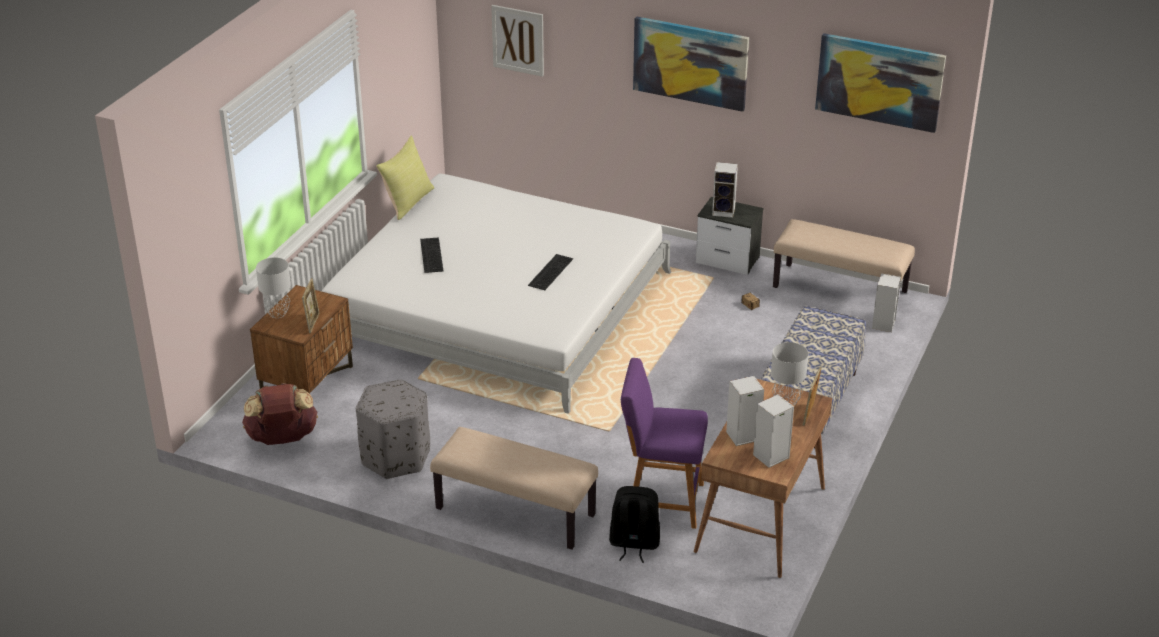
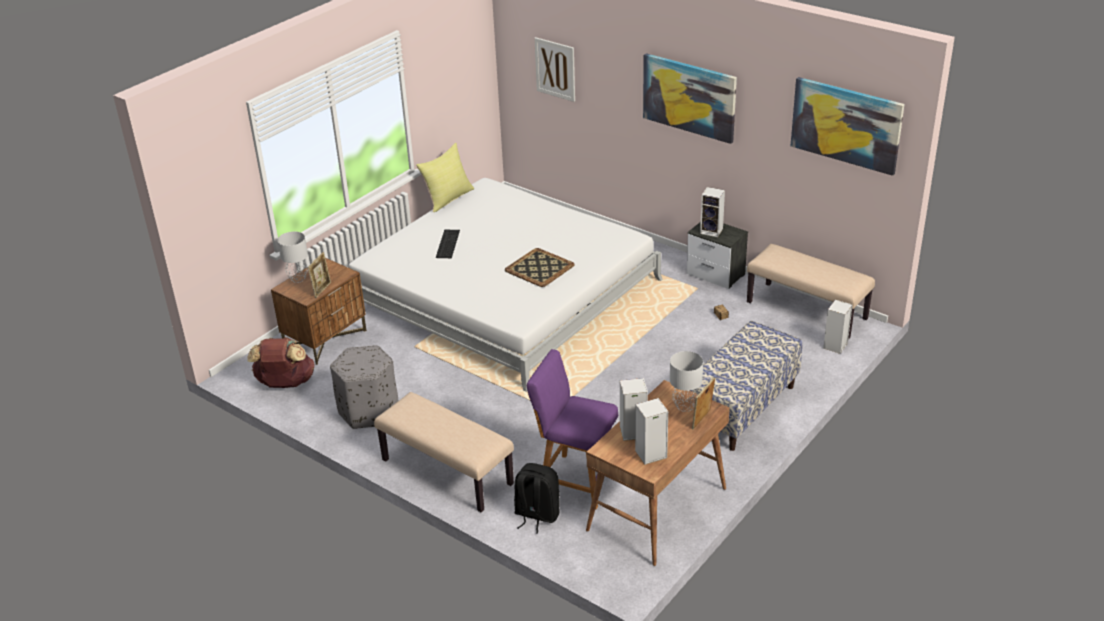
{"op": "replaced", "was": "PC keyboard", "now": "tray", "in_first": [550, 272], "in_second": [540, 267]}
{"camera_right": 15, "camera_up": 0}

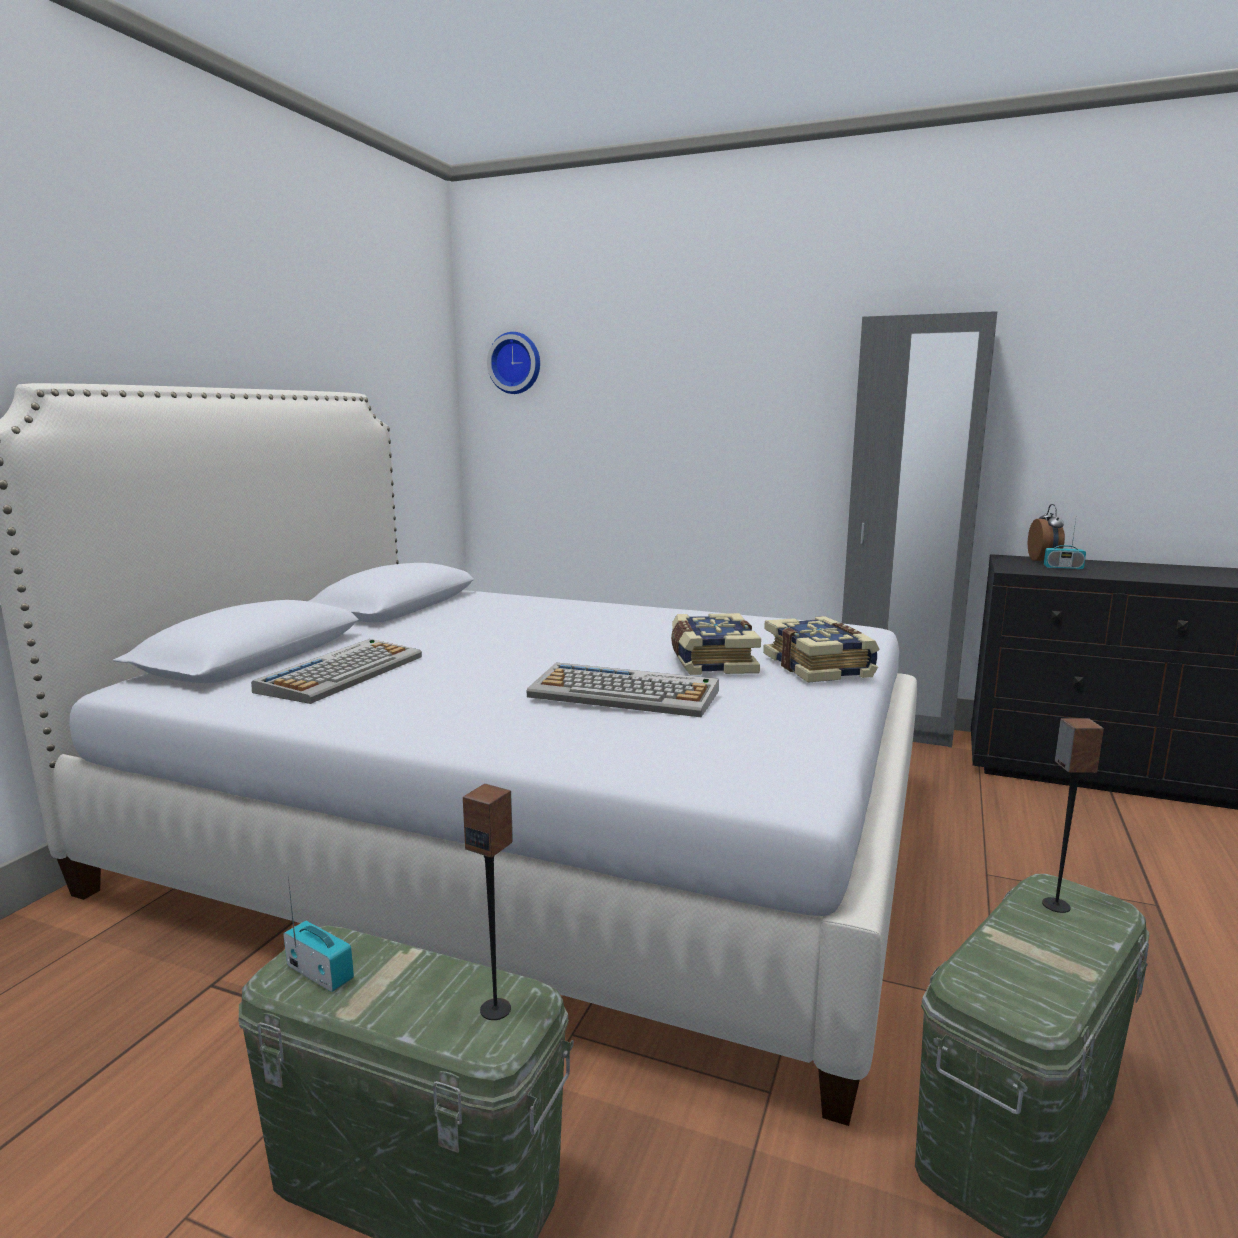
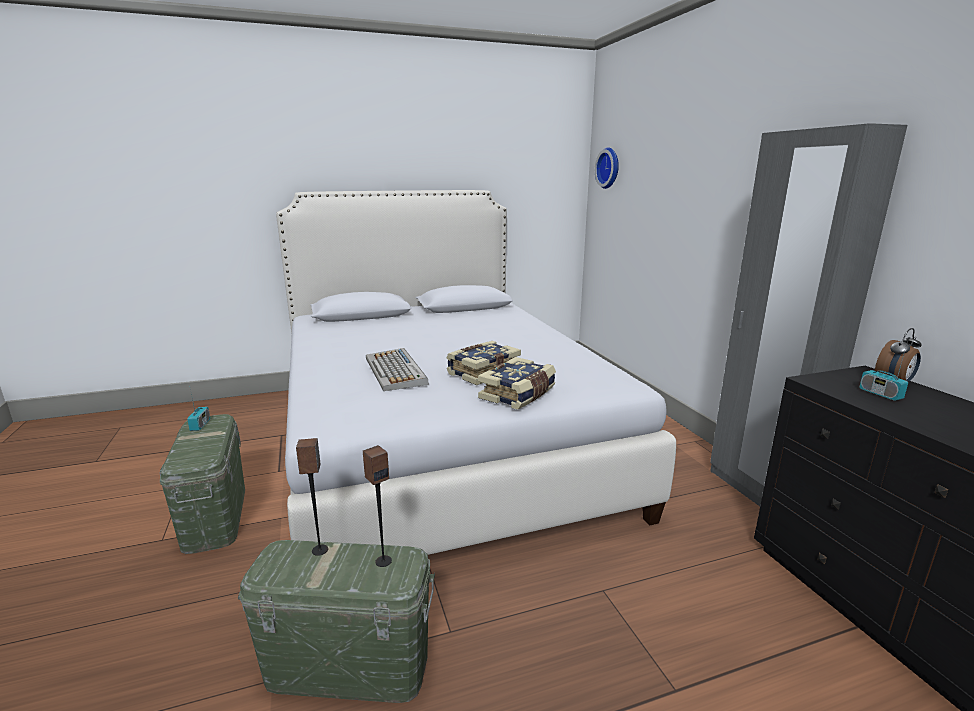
{"op": "removed", "was": "PC keyboard", "in_first": [336, 671]}
{"op": "moved", "was": "loudspeaker", "in_first": [488, 902], "in_second": [312, 497]}
{"camera_right": 50, "camera_up": 5}

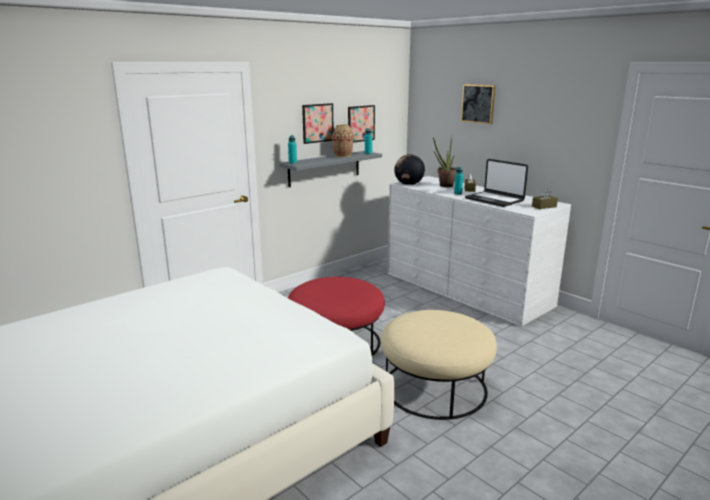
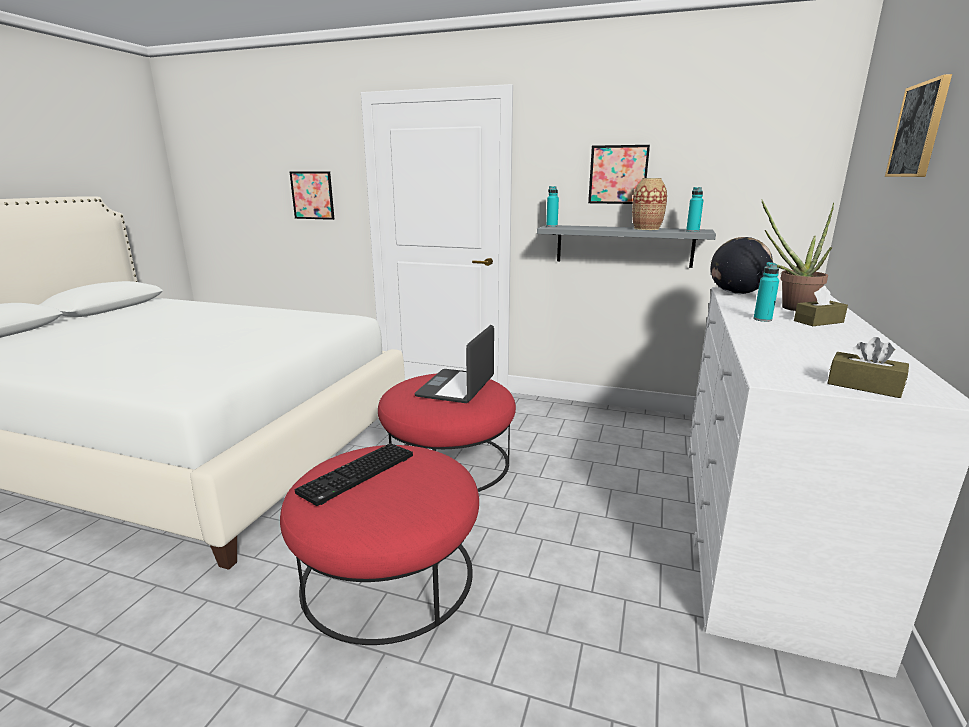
{"op": "moved", "was": "wall art", "in_first": [361, 124], "in_second": [312, 195]}
{"op": "recoloured", "was": "footrest (beige)", "now": "footrest (reddish)", "in_first": [439, 365], "in_second": [379, 545]}
{"op": "moved", "was": "laptop", "in_first": [496, 183], "in_second": [454, 364]}
{"op": "added", "now": "PC keyboard", "in_second": [354, 474]}
{"camera_right": 60, "camera_up": 0}

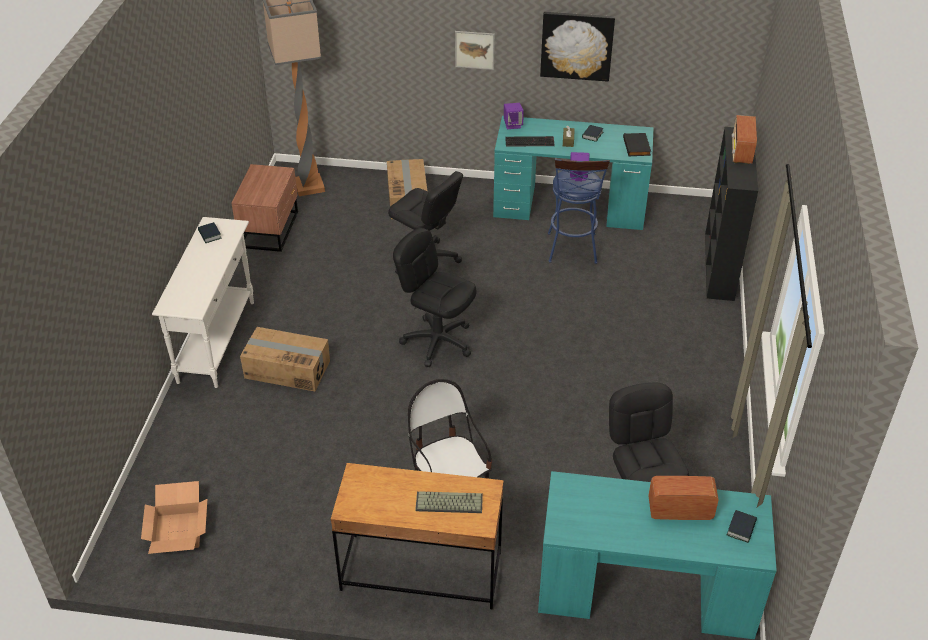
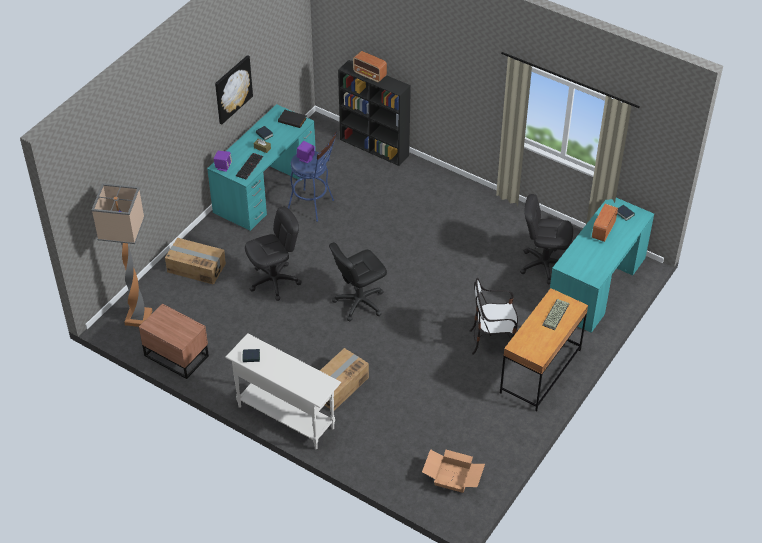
{"op": "removed", "was": "wall art", "in_first": [475, 50]}
{"camera_right": -65, "camera_up": 5}

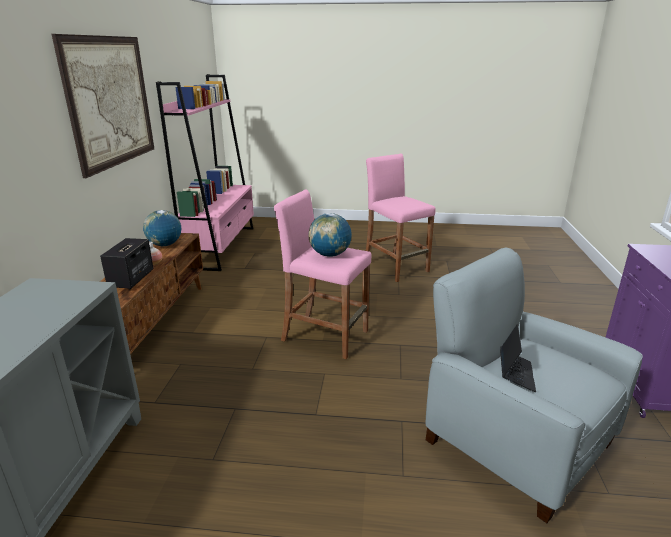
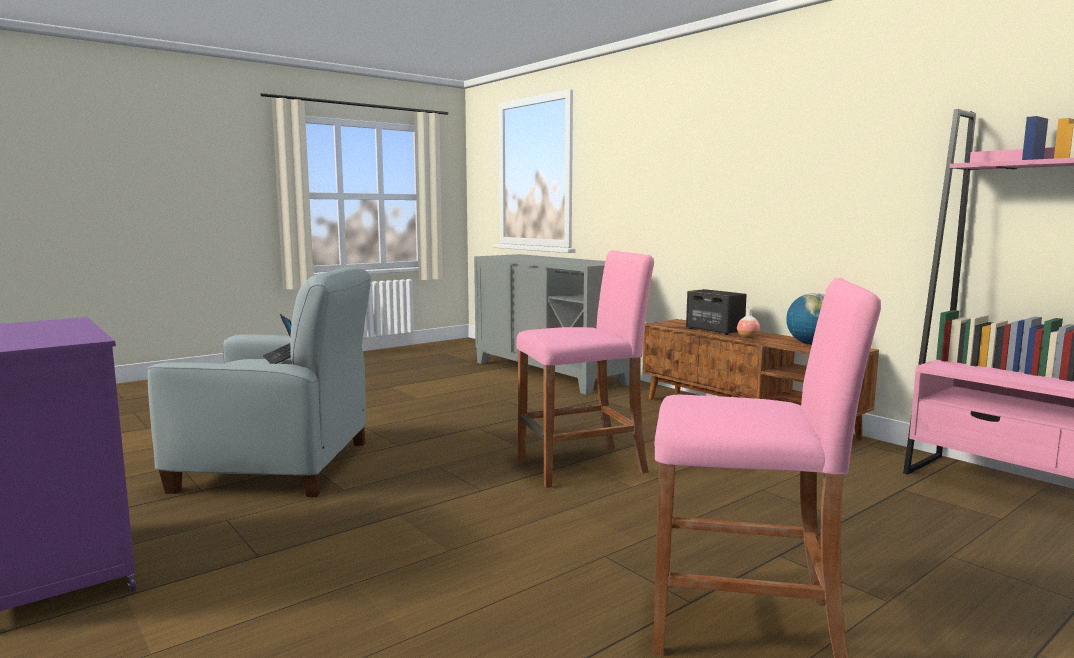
{"op": "removed", "was": "wall art", "in_first": [103, 106]}
{"op": "removed", "was": "world globe", "in_first": [330, 235]}
{"camera_right": 135, "camera_up": -15}

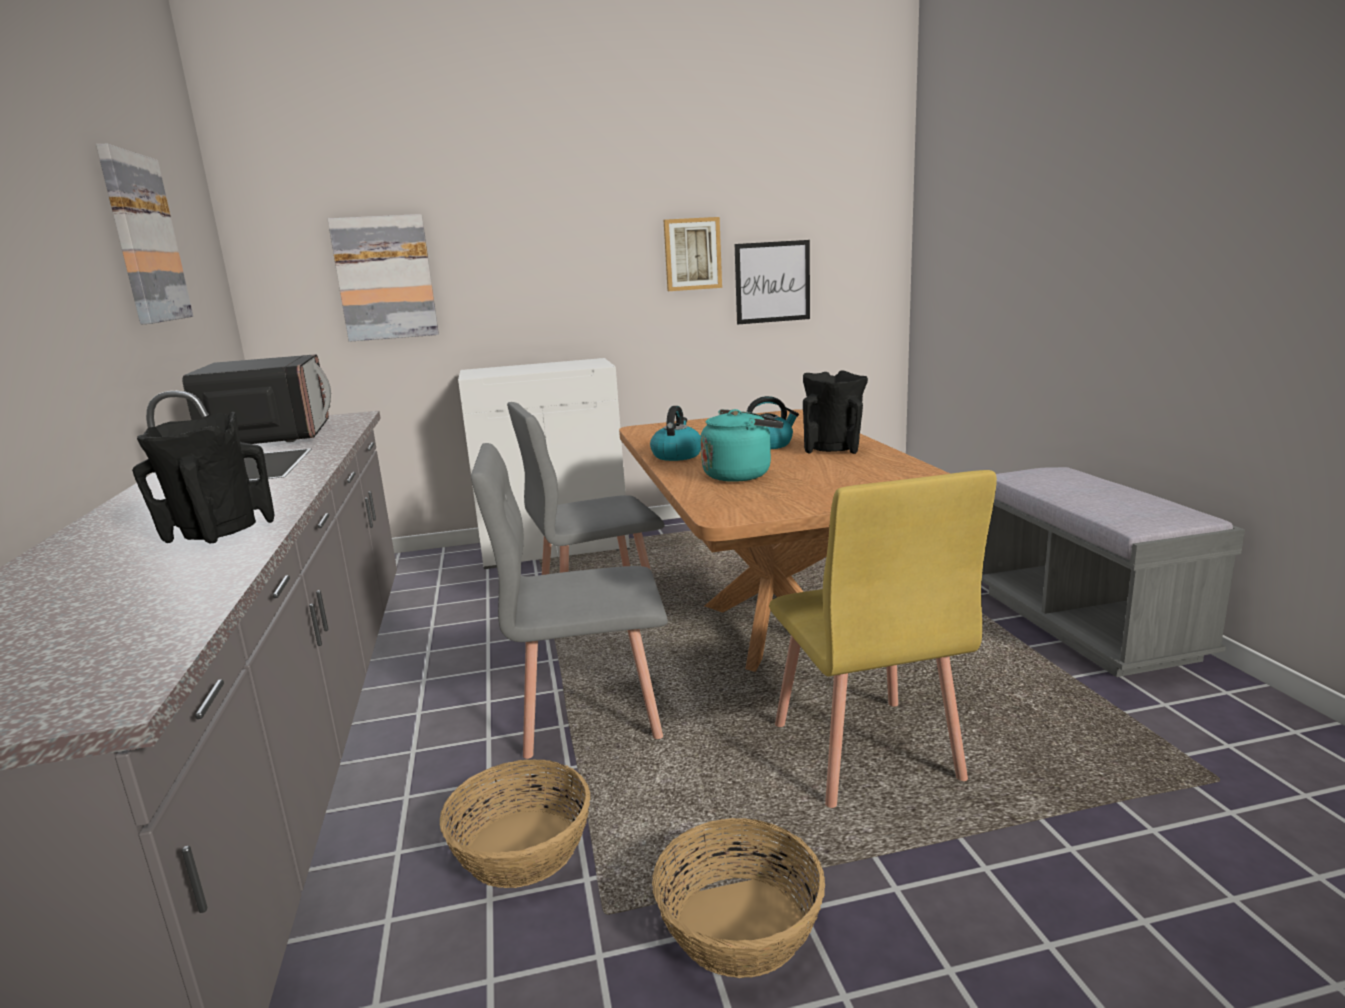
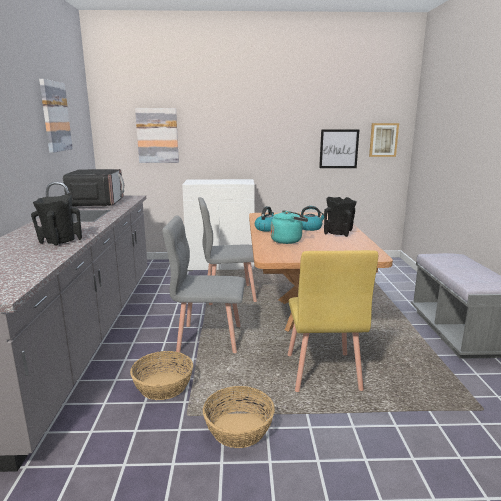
{"op": "moved", "was": "wall art", "in_first": [693, 254], "in_second": [384, 140]}
{"camera_right": 10, "camera_up": 0}

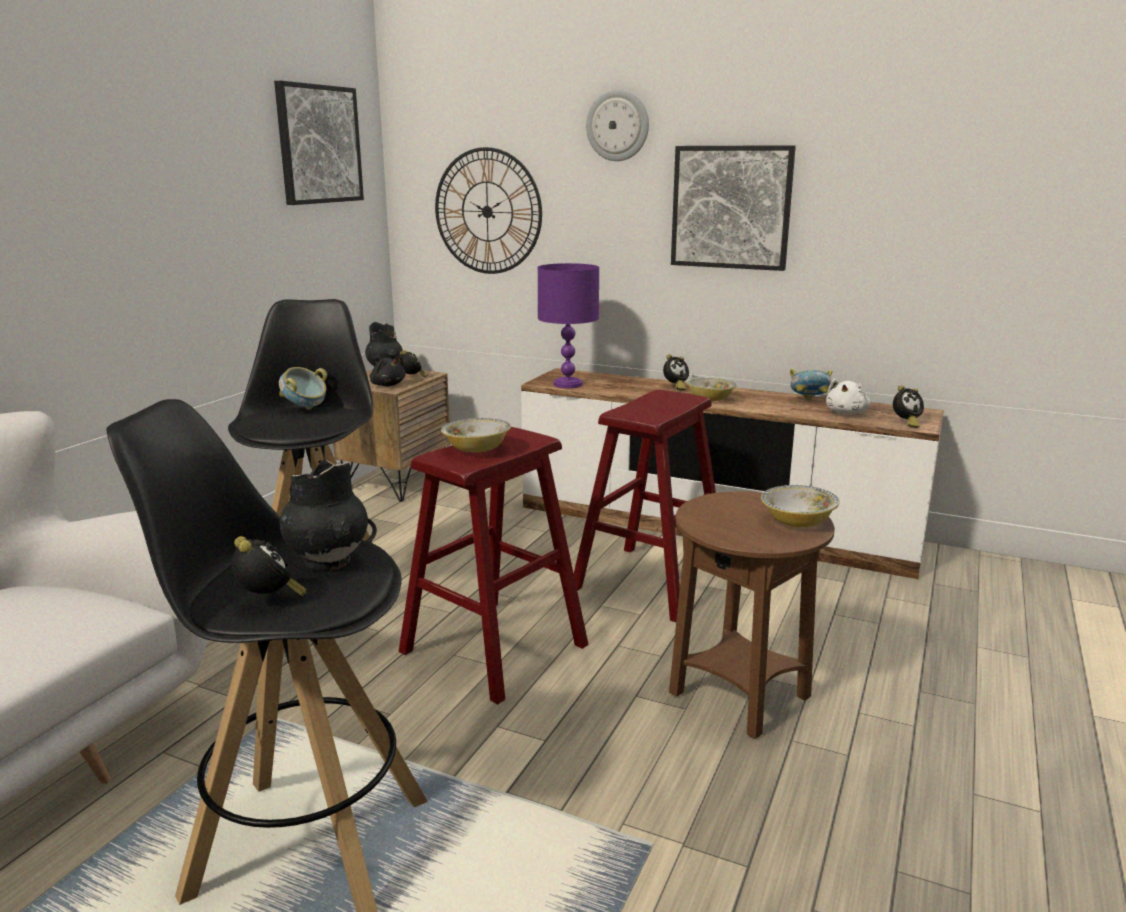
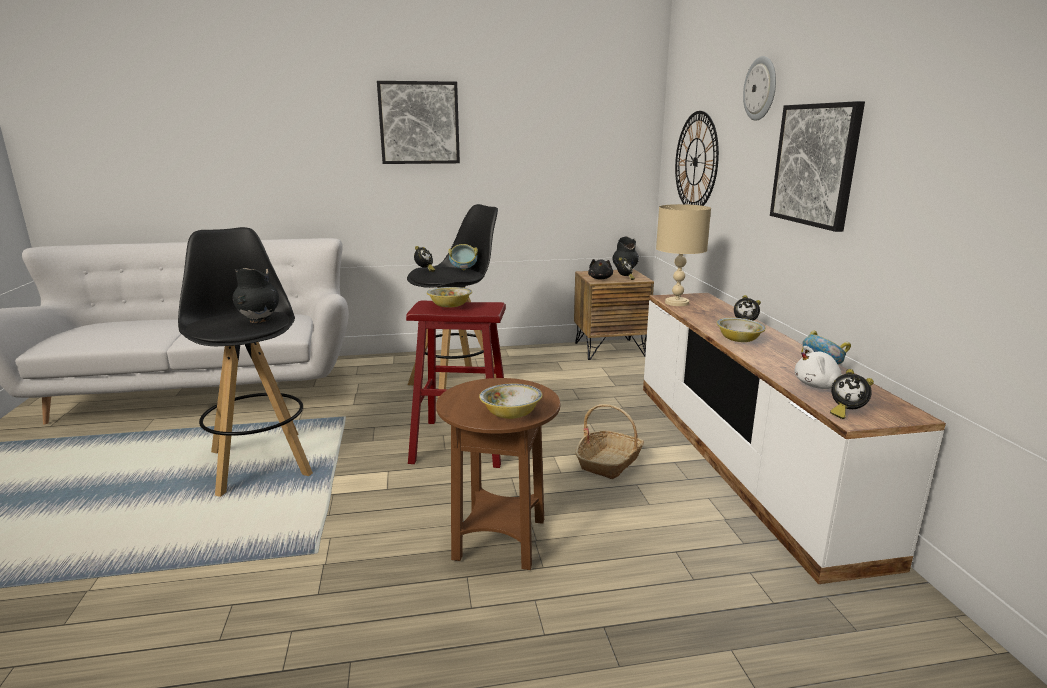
{"op": "moved", "was": "alarm clock", "in_first": [269, 566], "in_second": [424, 259]}
{"op": "moved", "was": "wall art", "in_first": [319, 143], "in_second": [418, 122]}
{"op": "recoloured", "was": "lamp for a table (purplish)", "now": "lamp for a table (beige)", "in_first": [568, 325], "in_second": [683, 255]}
{"op": "replaced", "was": "stool (reddish)", "now": "household basket", "in_first": [645, 506], "in_second": [609, 441]}
{"camera_right": 55, "camera_up": 0}

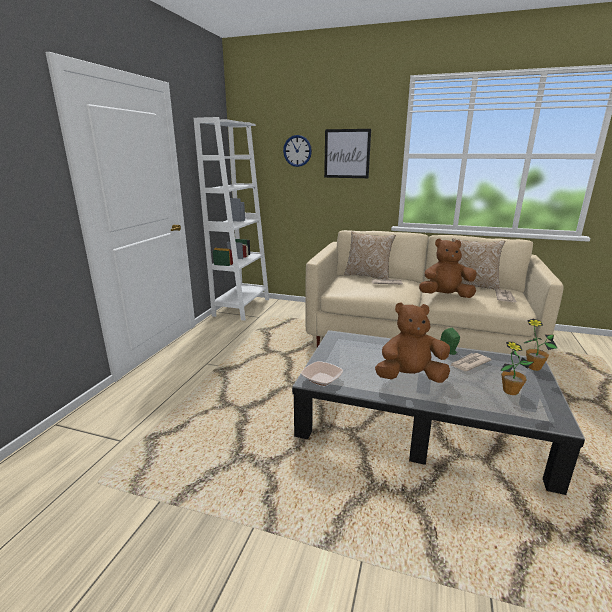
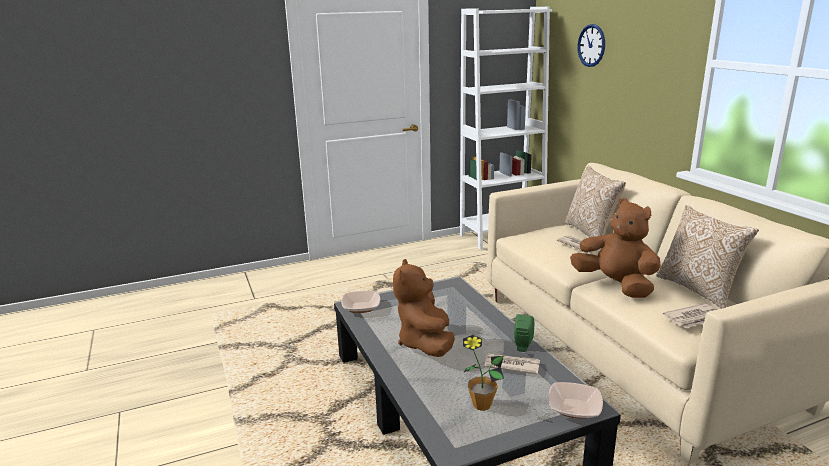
{"op": "removed", "was": "wall art", "in_first": [347, 153]}
{"op": "turned", "was": "soft toy (brownish)", "in_first": [412, 342], "in_second": [424, 308], "clockwise": -135}
{"op": "replaced", "was": "houseplant", "now": "bowl", "in_first": [540, 345], "in_second": [575, 400]}
{"camera_right": 50, "camera_up": 0}

